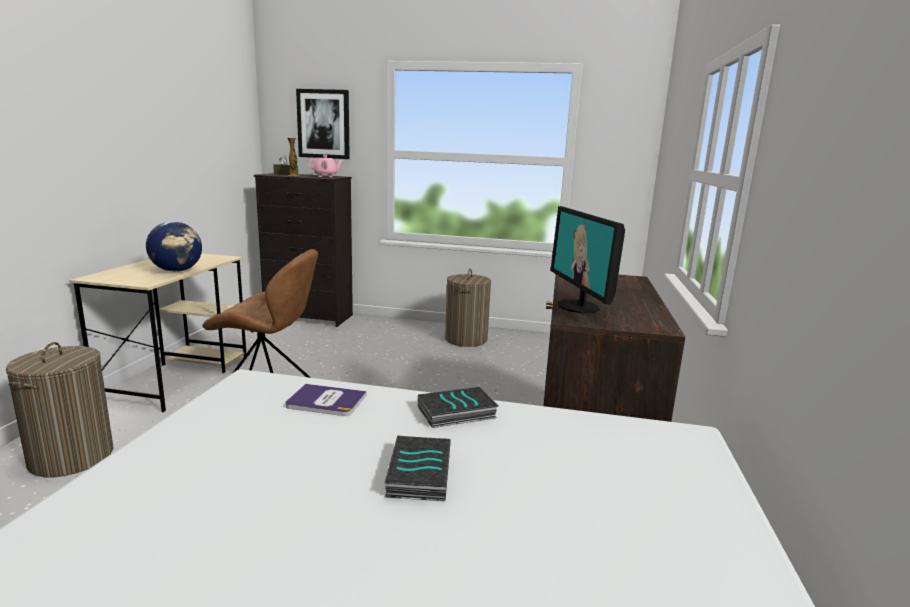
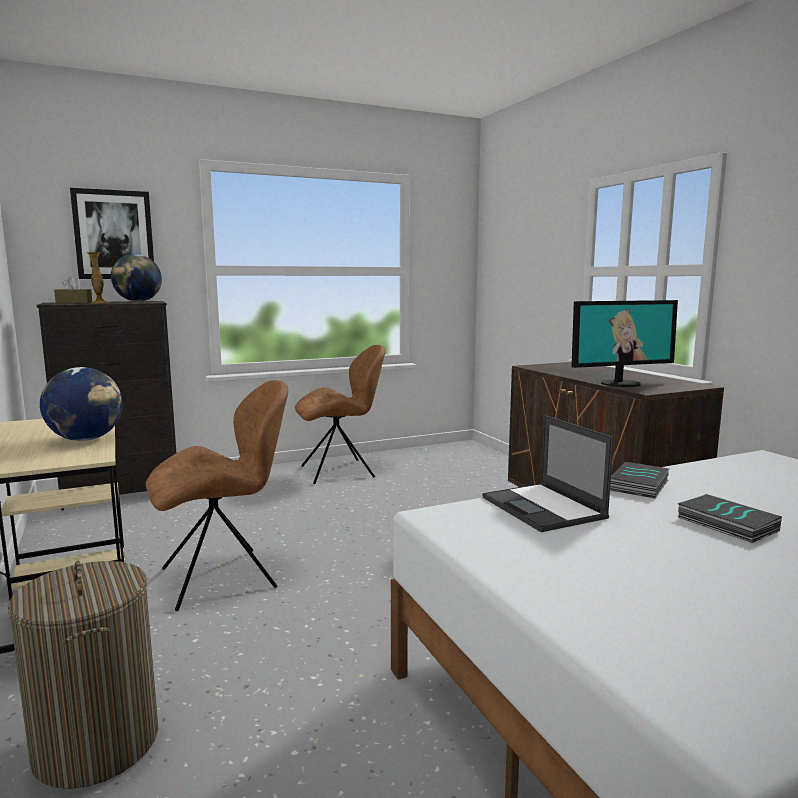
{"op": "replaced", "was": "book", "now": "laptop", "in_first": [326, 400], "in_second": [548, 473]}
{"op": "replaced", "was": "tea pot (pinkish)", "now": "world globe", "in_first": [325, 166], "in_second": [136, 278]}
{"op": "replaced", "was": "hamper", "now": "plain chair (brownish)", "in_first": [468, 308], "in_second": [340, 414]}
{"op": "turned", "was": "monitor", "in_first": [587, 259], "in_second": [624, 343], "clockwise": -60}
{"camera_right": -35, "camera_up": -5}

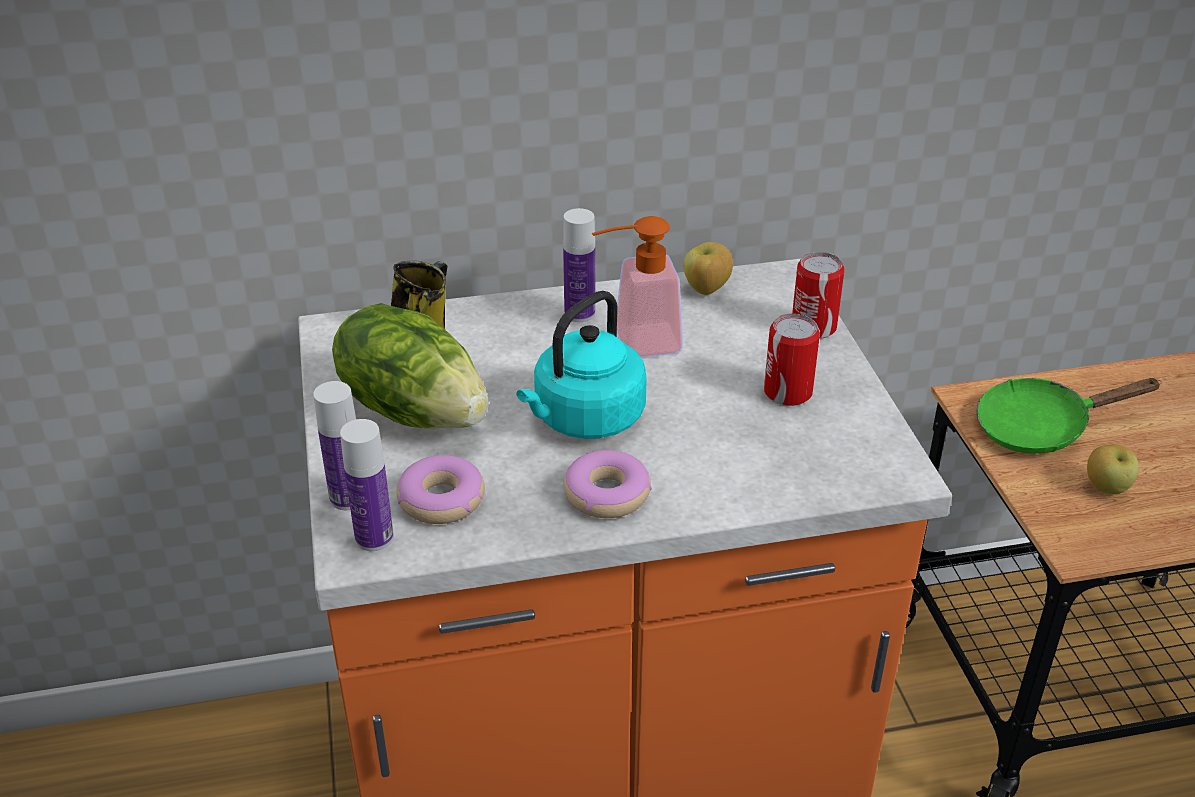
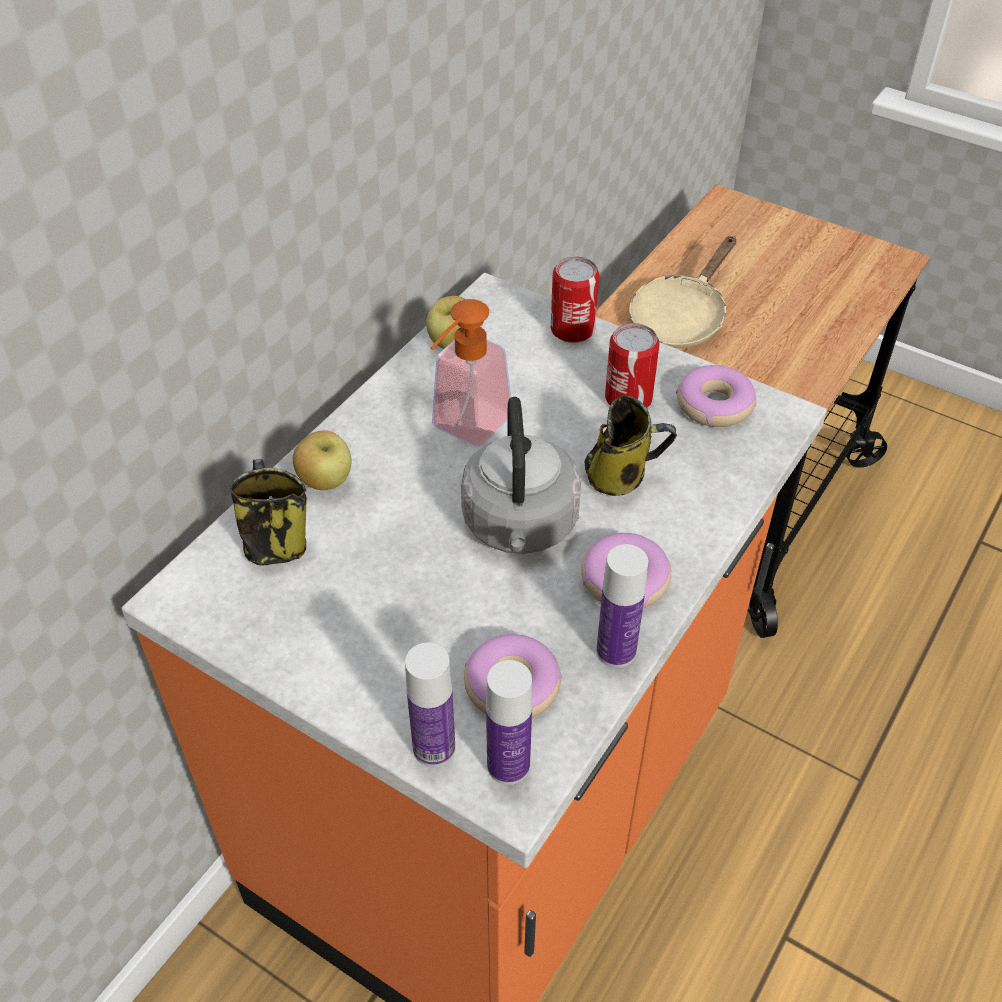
{"op": "removed", "was": "lettuce head", "in_first": [410, 365]}
{"op": "recoloured", "was": "kettle (blue-green)", "now": "kettle (gray)", "in_first": [581, 365], "in_second": [521, 475]}
{"op": "moved", "was": "beverage bottle", "in_first": [579, 265], "in_second": [622, 606]}
{"op": "recoloured", "was": "pan (green)", "now": "pan (beige)", "in_first": [1069, 416], "in_second": [682, 292]}
{"op": "moved", "was": "apple", "in_first": [1113, 469], "in_second": [322, 460]}
{"op": "added", "now": "coffee mug", "in_second": [630, 445]}
{"op": "added", "now": "doughnut", "in_second": [716, 396]}
{"camera_right": -45, "camera_up": 10}

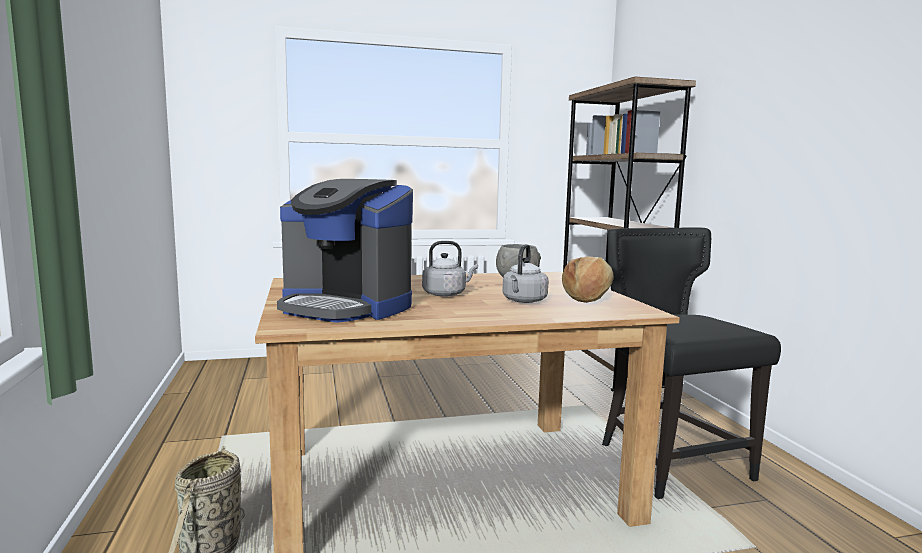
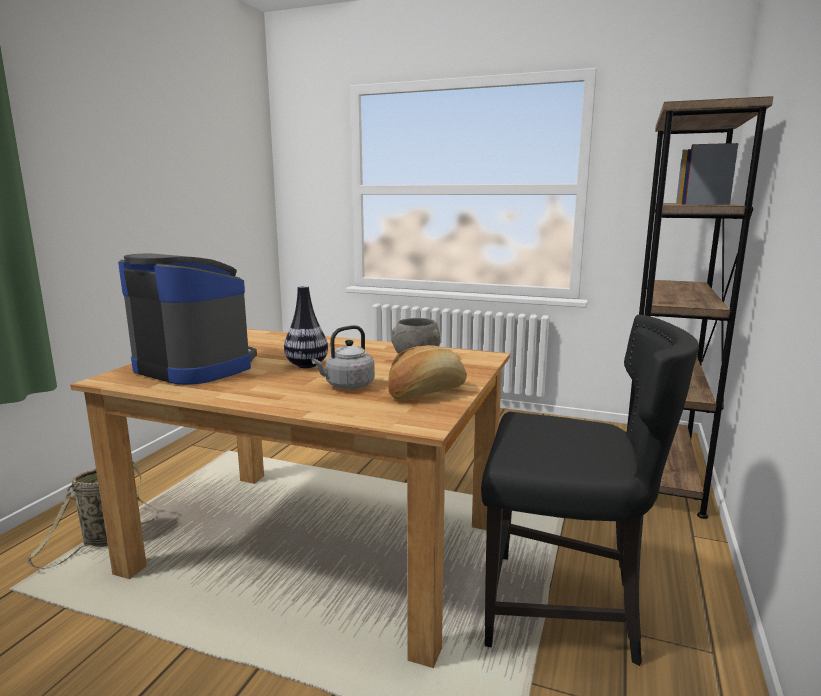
{"op": "turned", "was": "coffee machine", "in_first": [345, 251], "in_second": [187, 319], "clockwise": 150}
{"op": "replaced", "was": "kettle (gray)", "now": "vase", "in_first": [450, 269], "in_second": [306, 326]}
{"op": "turned", "was": "plain chair (blackish)", "in_first": [691, 363], "in_second": [590, 490], "clockwise": 90}
{"camera_right": 35, "camera_up": 5}

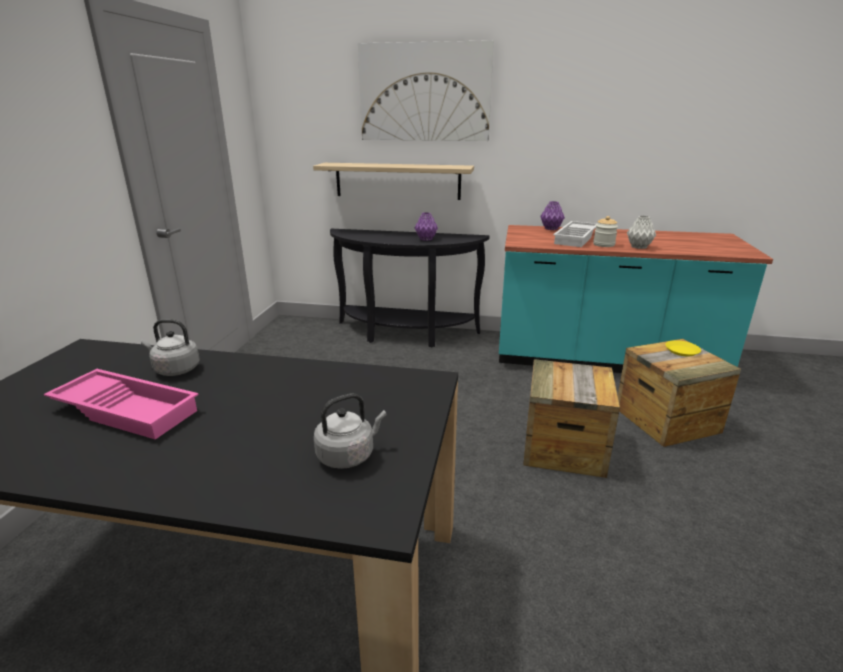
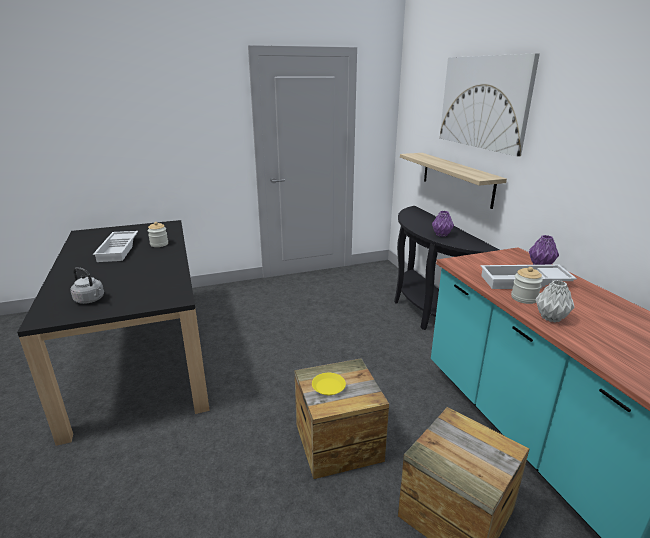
{"op": "recoloured", "was": "tray (pinkish)", "now": "tray (white)", "in_first": [121, 404], "in_second": [115, 246]}
{"op": "replaced", "was": "kettle (gray)", "now": "storage jar", "in_first": [170, 347], "in_second": [158, 234]}
{"op": "moved", "was": "flat dish (yellow-coloured)", "in_first": [683, 348], "in_second": [329, 384]}
{"camera_right": 60, "camera_up": 0}

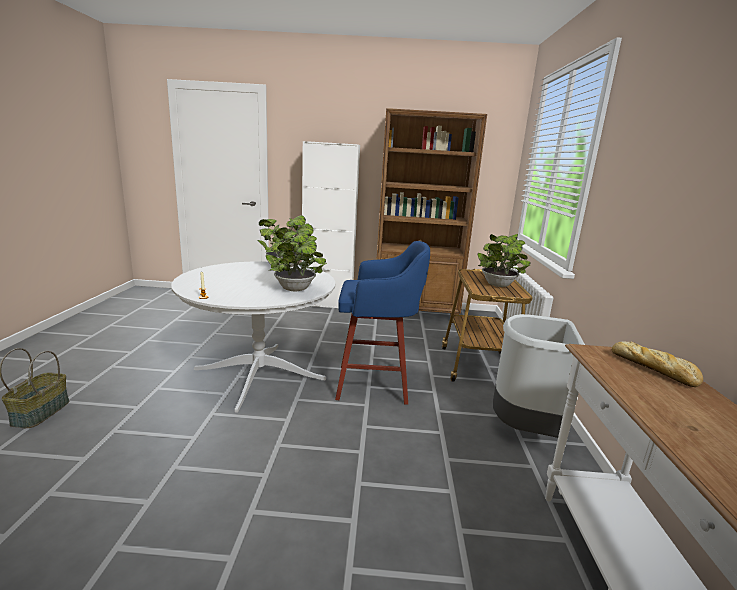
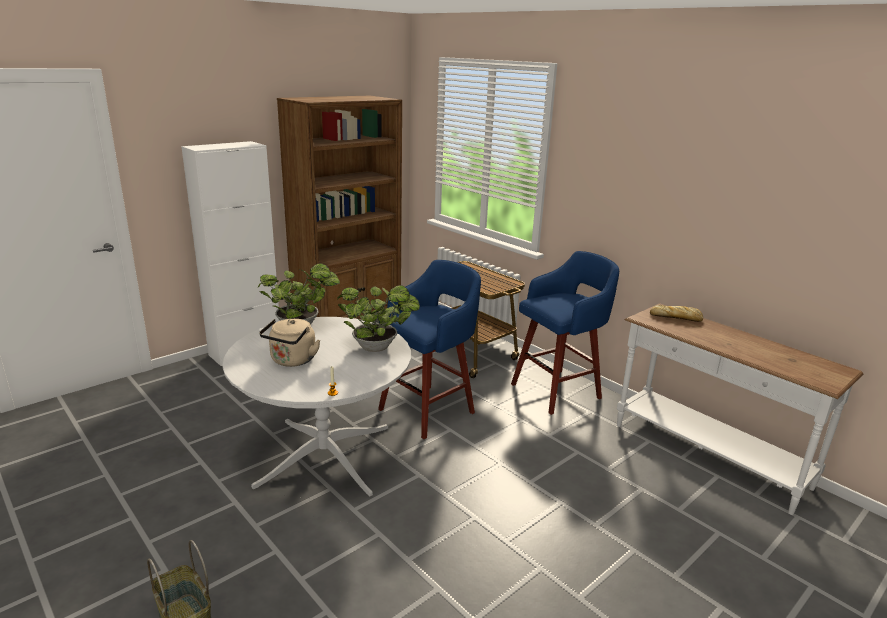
{"op": "removed", "was": "houseplant", "in_first": [504, 260]}
{"op": "replaced", "was": "rubbish bin (gray)", "now": "stool (blue-coloured)", "in_first": [539, 376], "in_second": [565, 333]}
{"op": "added", "now": "kettle (beige)", "in_second": [289, 343]}
{"camera_right": -45, "camera_up": 5}

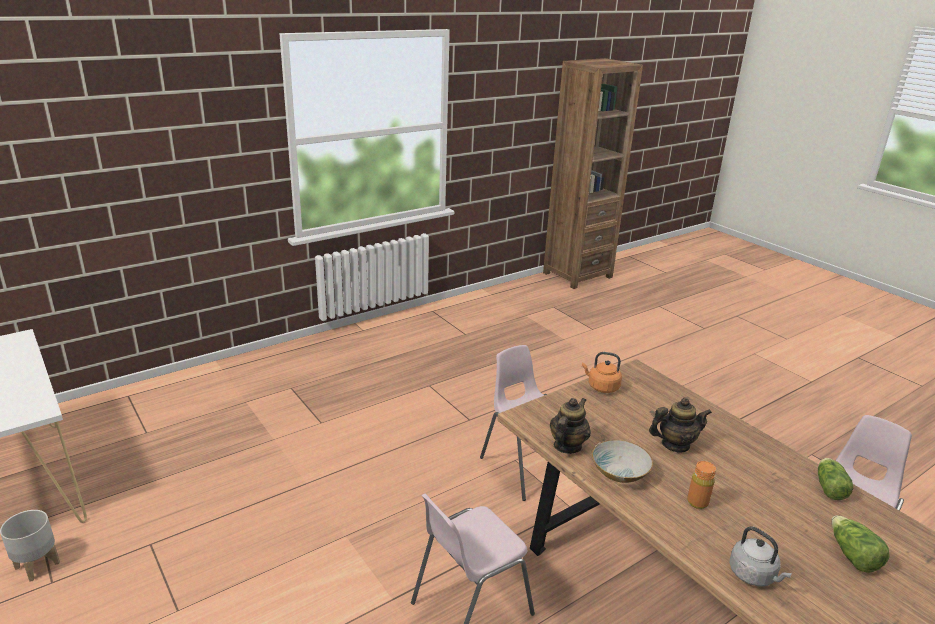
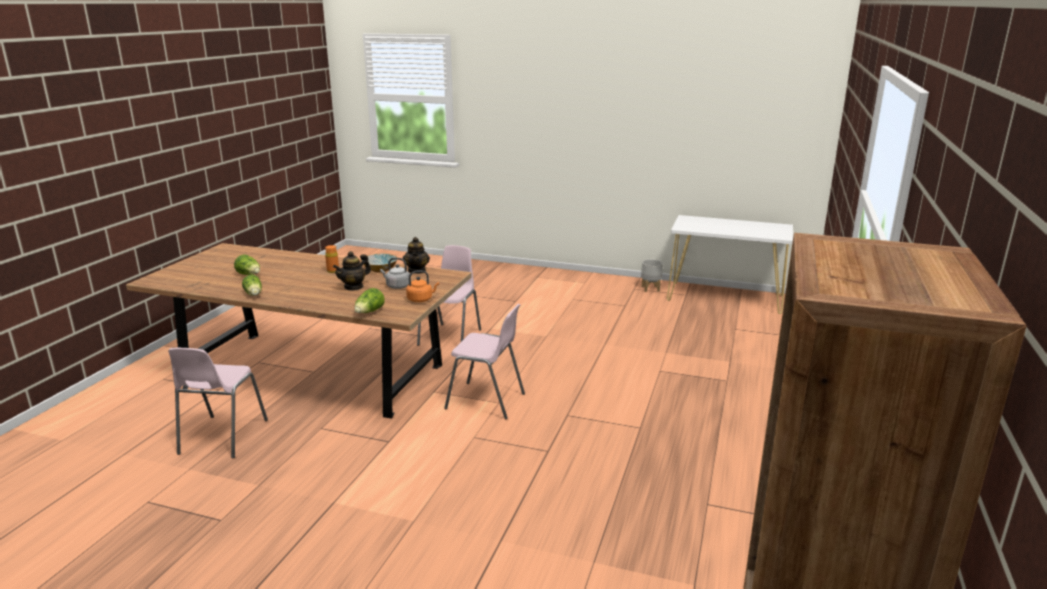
{"op": "moved", "was": "kettle (gray)", "in_first": [761, 556], "in_second": [395, 273]}
{"op": "added", "now": "lettuce head", "in_second": [369, 300]}
{"camera_right": 145, "camera_up": -5}

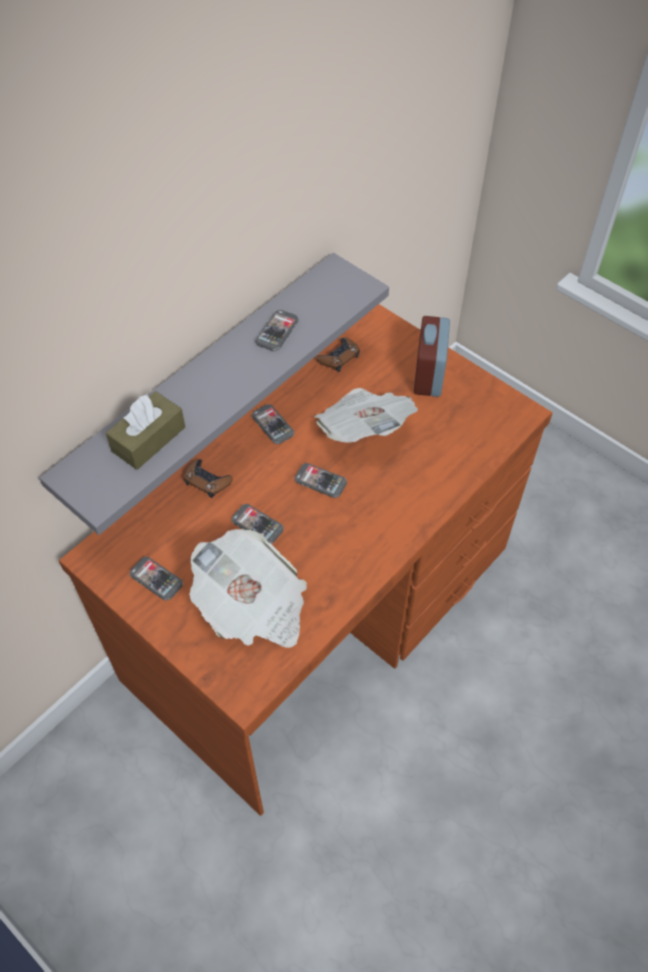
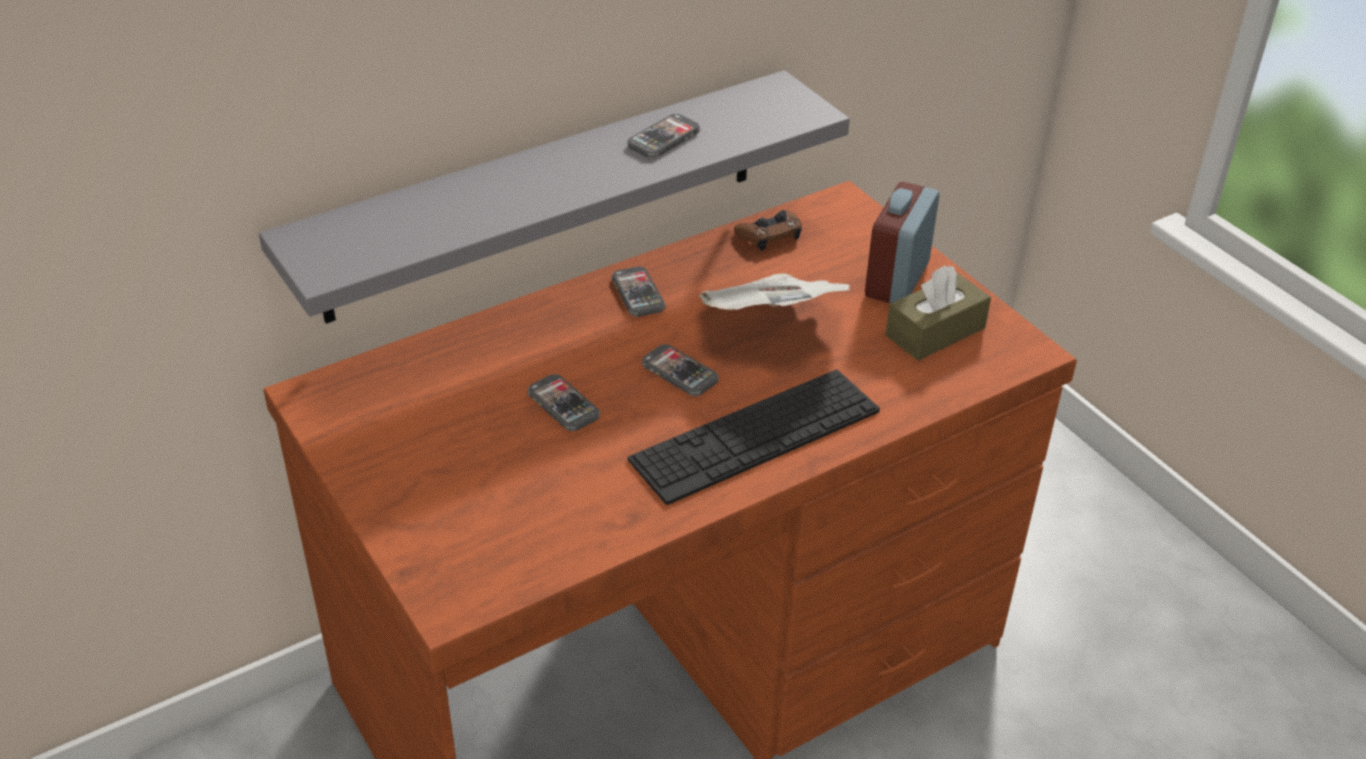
{"op": "moved", "was": "tissue box (brownish)", "in_first": [145, 430], "in_second": [938, 313]}
{"op": "removed", "was": "handset", "in_first": [156, 579]}
{"op": "removed", "was": "game controller (brownish)", "in_first": [208, 478]}
{"op": "removed", "was": "newspaper", "in_first": [248, 588]}
{"op": "added", "now": "PC keyboard", "in_second": [754, 437]}
{"camera_right": 15, "camera_up": -15}

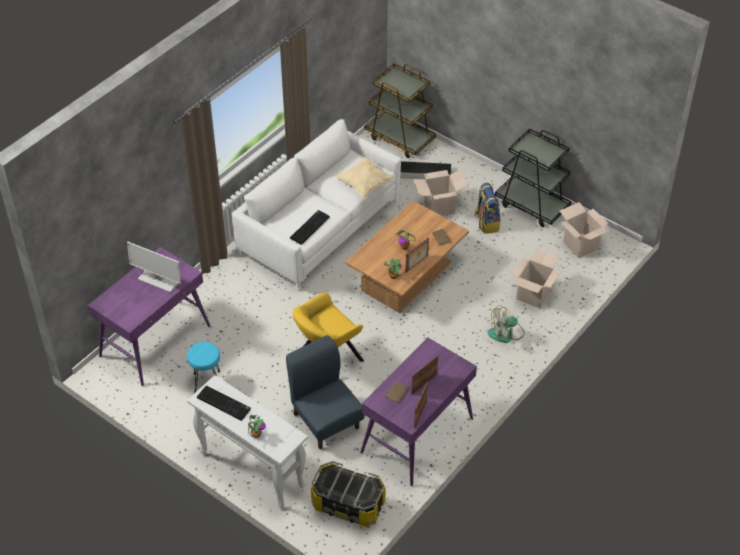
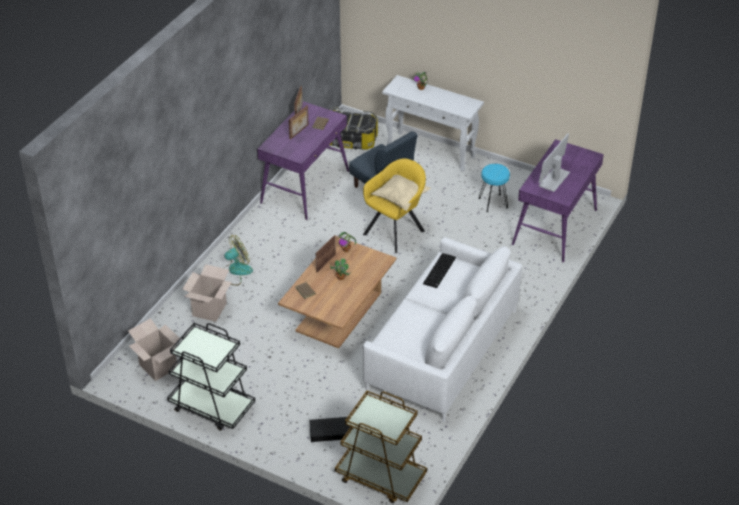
{"op": "turned", "was": "monitor", "in_first": [154, 267], "in_second": [554, 162], "clockwise": -75}
{"op": "removed", "was": "PC keyboard", "in_first": [224, 403]}
{"op": "moved", "was": "throw pillow (beige)", "in_first": [365, 177], "in_second": [401, 193]}
{"op": "removed", "was": "packing box", "in_first": [441, 192]}
{"op": "removed", "was": "backpack", "in_first": [487, 208]}
{"camera_right": 170, "camera_up": -5}

